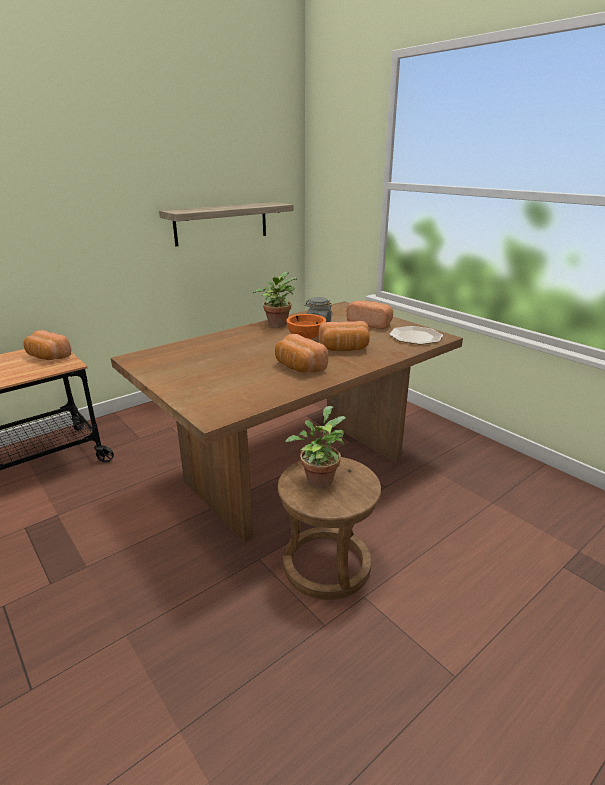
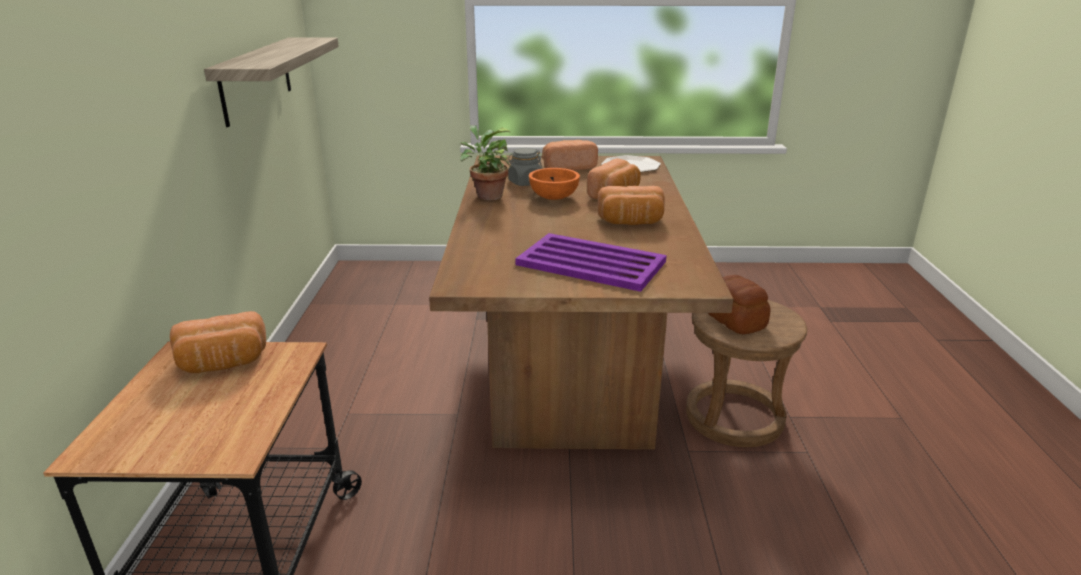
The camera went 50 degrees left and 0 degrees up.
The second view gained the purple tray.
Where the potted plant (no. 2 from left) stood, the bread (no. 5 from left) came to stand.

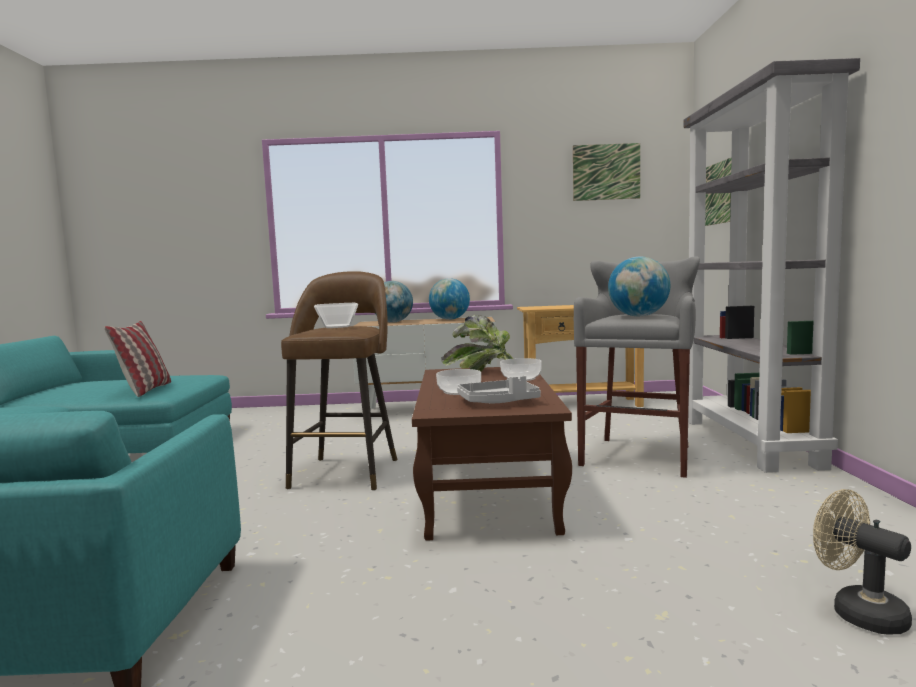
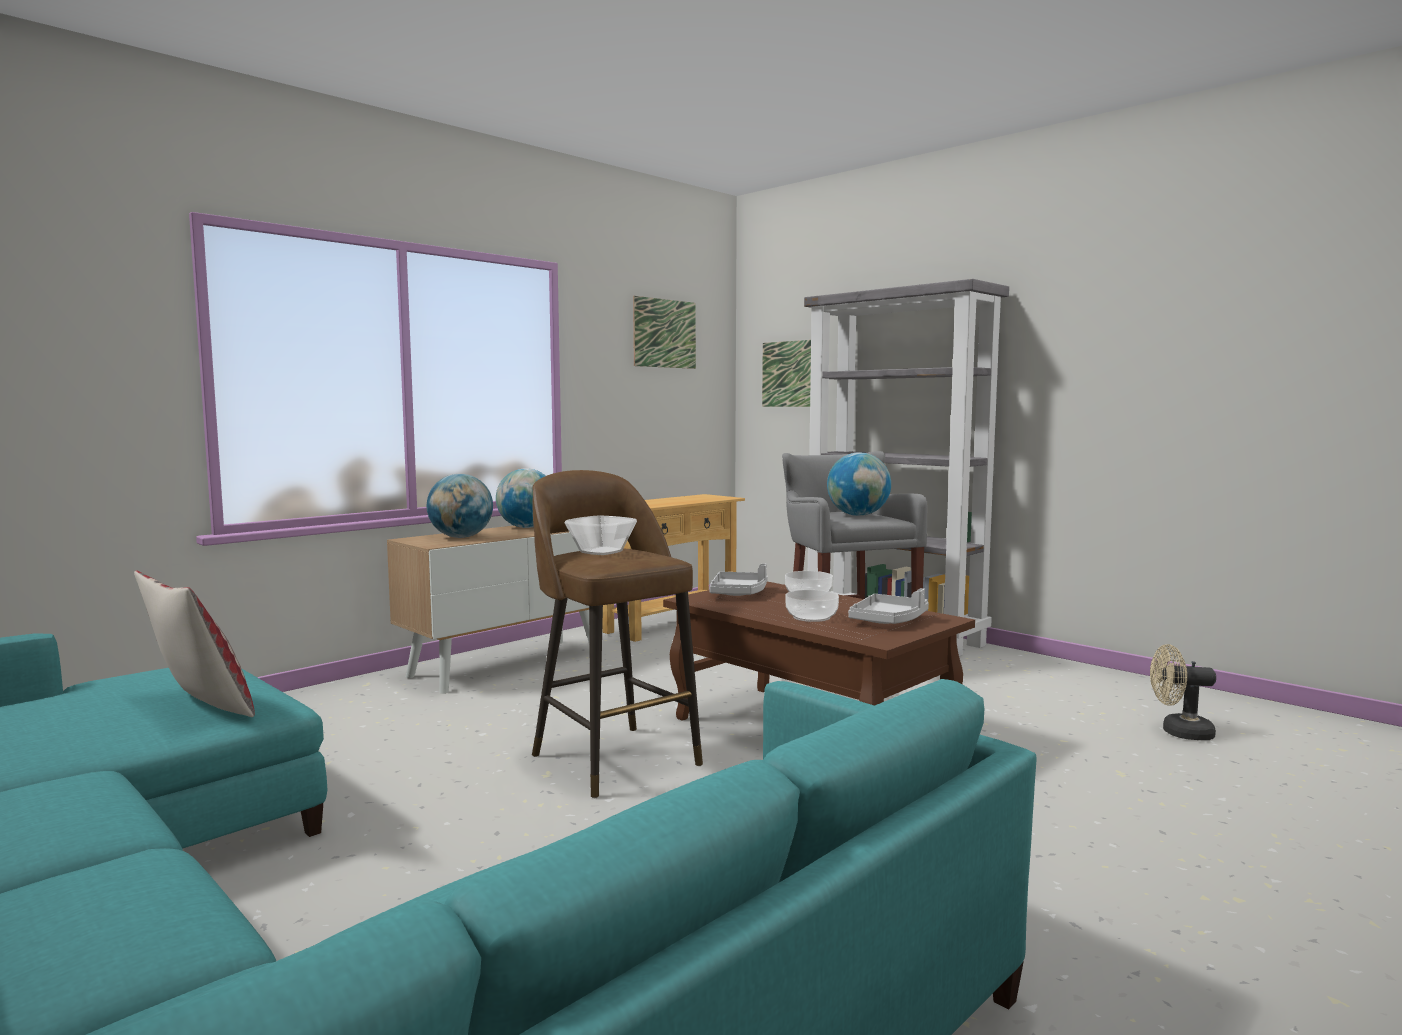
The camera went 45 degrees left and 0 degrees up.
Where the potted plant stood, the grey tray (no. 1 from left) came to stand.

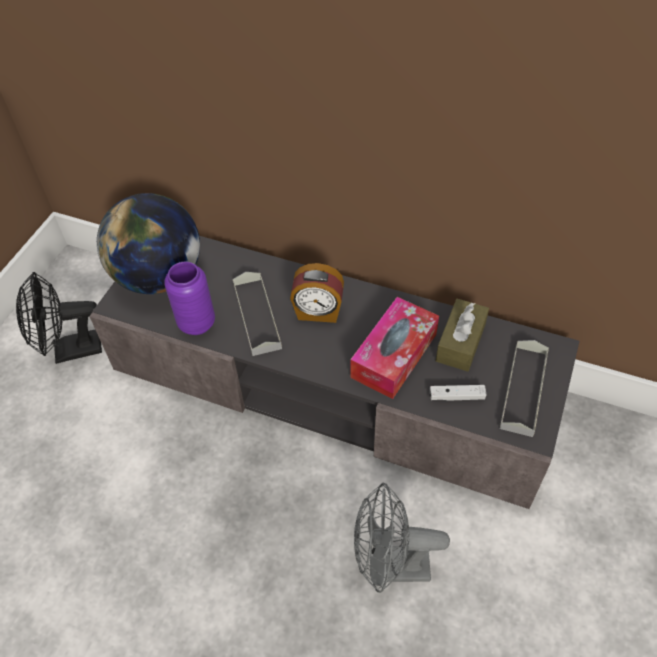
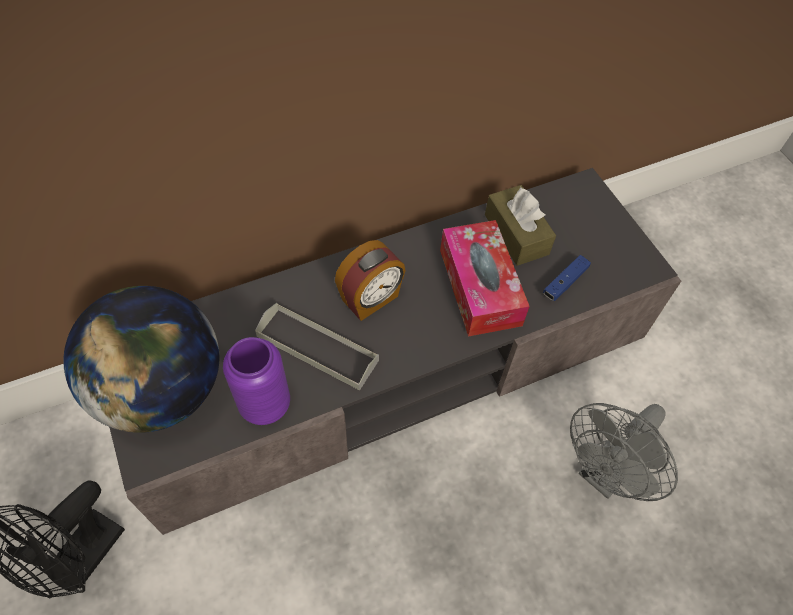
The camera went 50 degrees left and 5 degrees up.
The second view lost the grey tray (no. 2 from left).
What was the white game controller turned into the blue game controller.

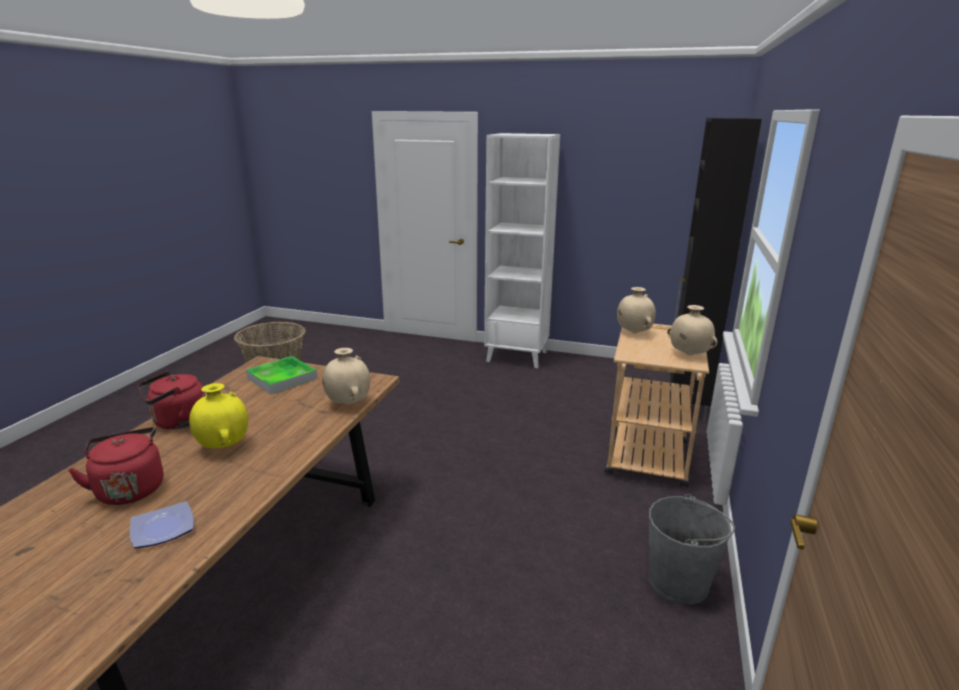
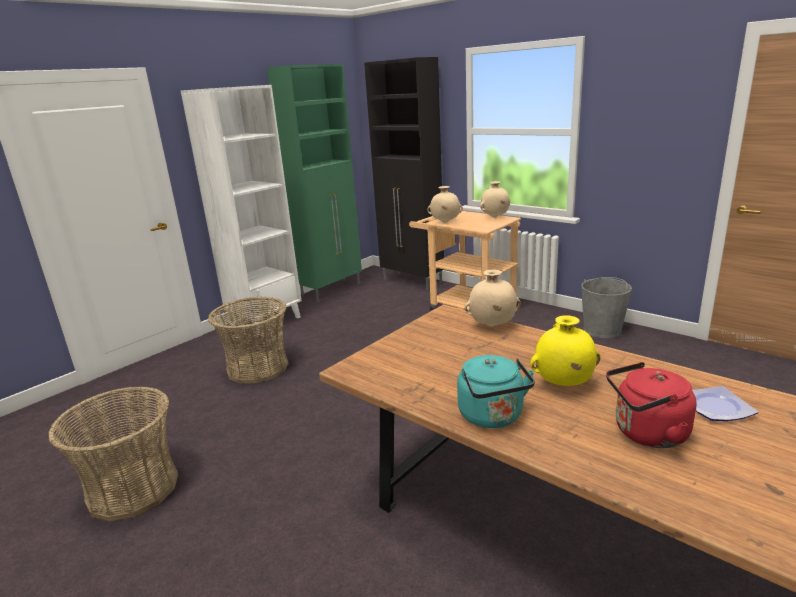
The camera went 65 degrees left and 0 degrees up.
The second view lost the tray.
The second view gained the basket (no. 2 from left).
The second view gained the green cabinet.
What was the red kettle (no. 2 from left) turned into the turquoise kettle.

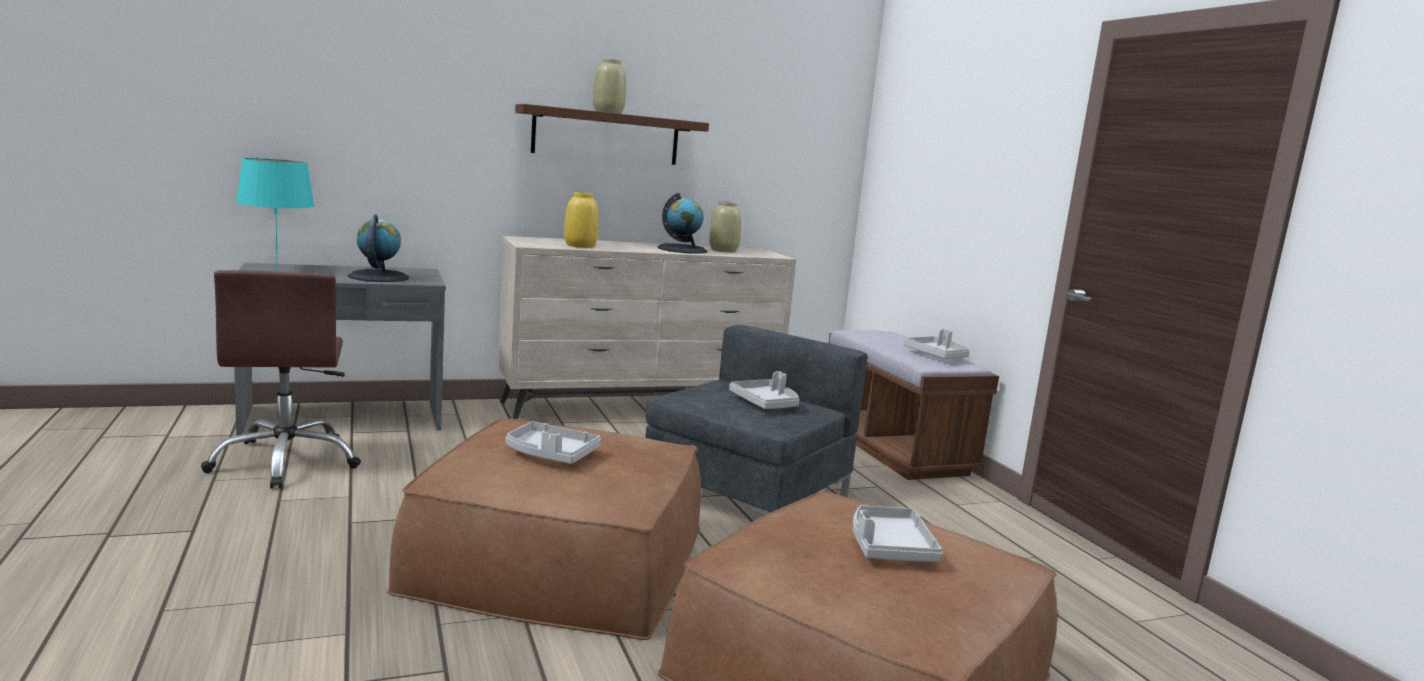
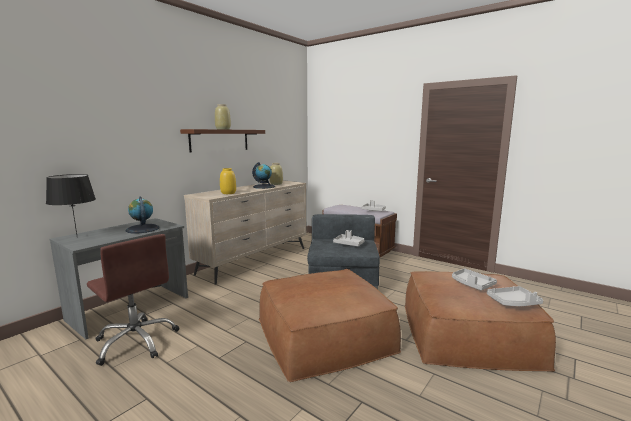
The camera went 30 degrees left and 0 degrees up.
The grey tray (no. 1 from left in the first image) ended up elsewhere.
What was the turquoise table lamp turned into the black table lamp.

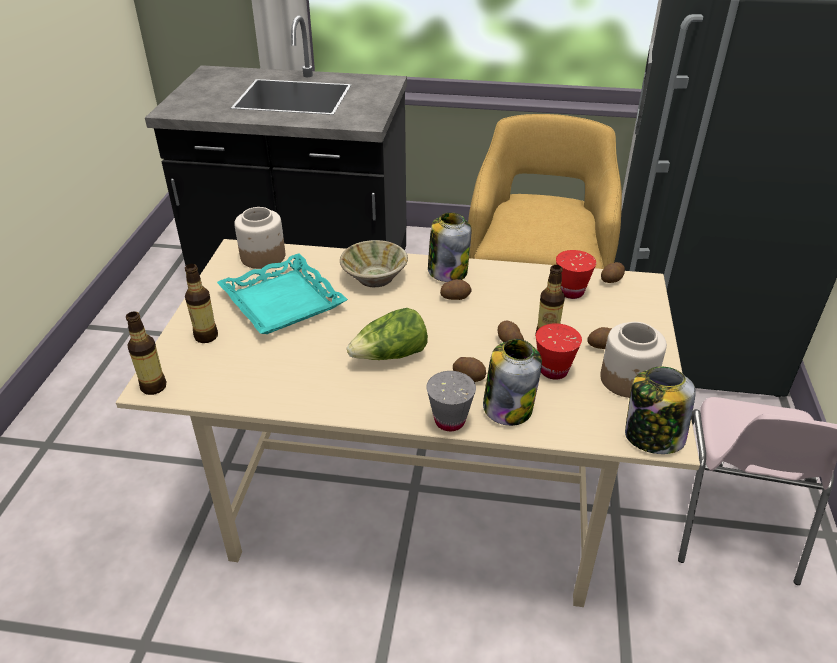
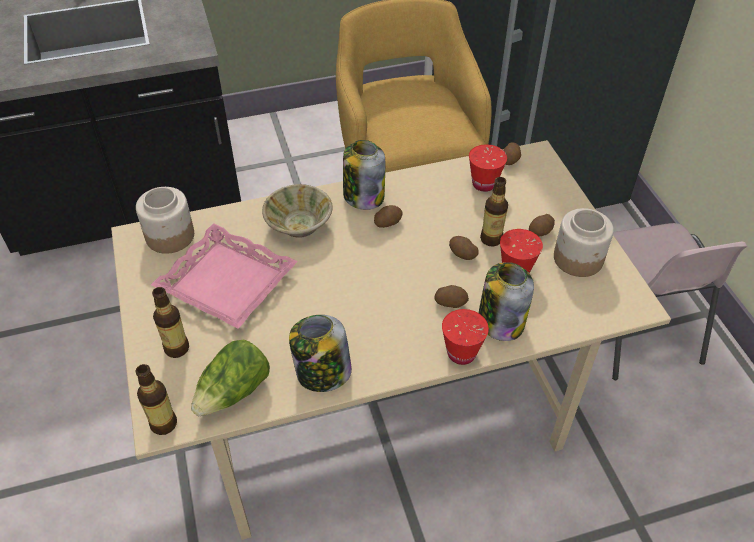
The camera went 25 degrees left and 10 degrees up.
The lettuce ended up elsewhere.
The jar (no. 5 from left in the first image) ended up elsewhere.
What was the turquoise tray turned into the pink tray.
What was the grey cup turned into the red cup (no. 1 from left).

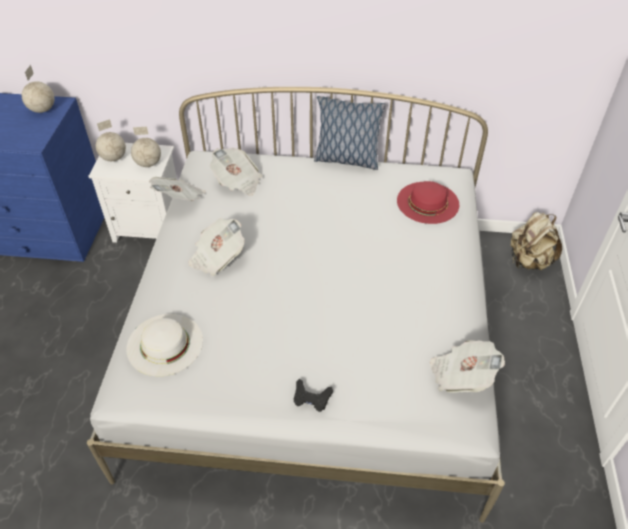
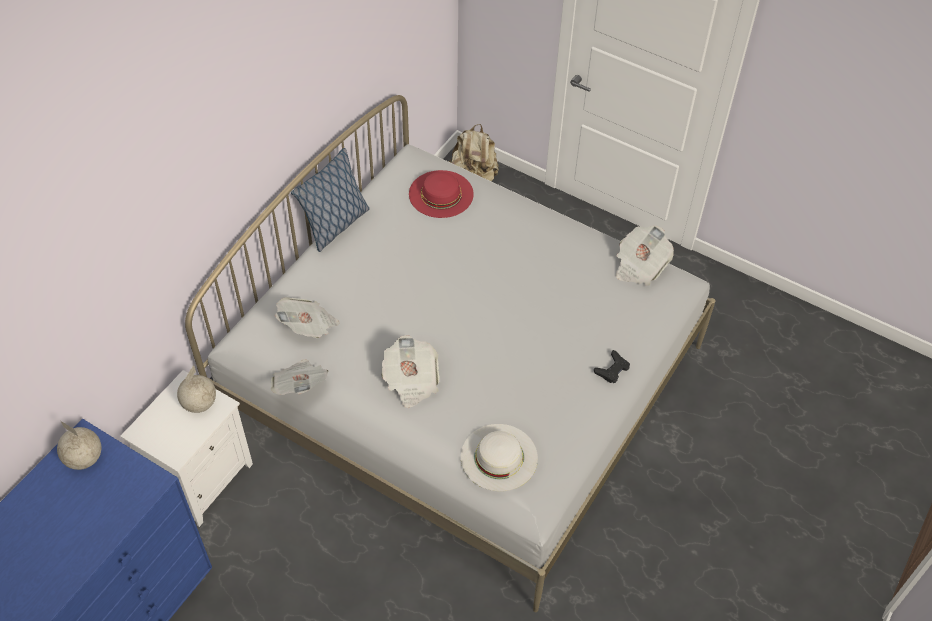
The camera went 65 degrees left and 5 degrees up.
The second view lost the globe (no. 2 from left).

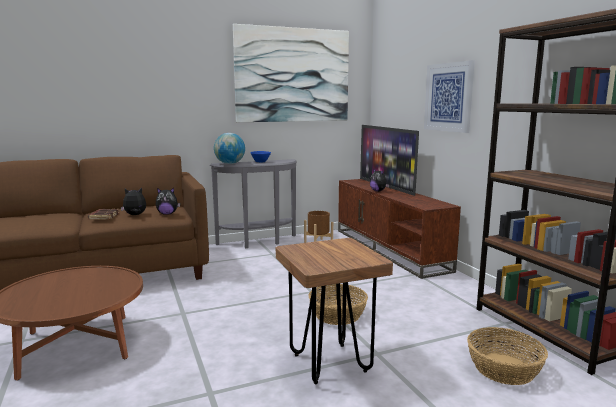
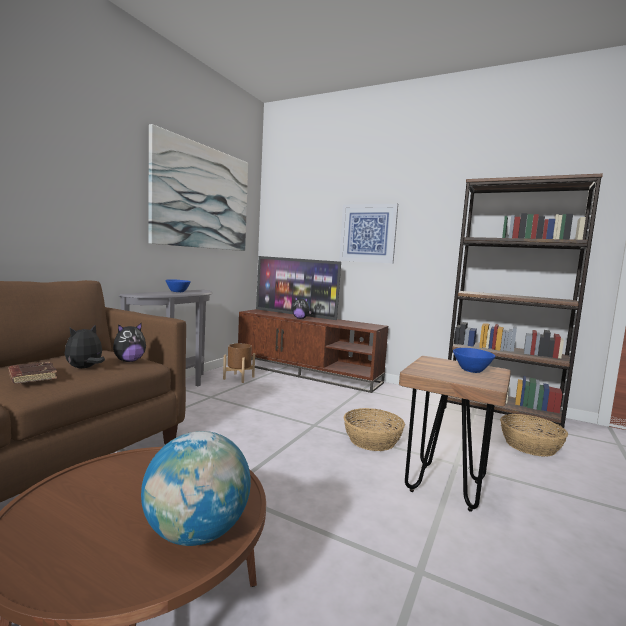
The camera went 40 degrees left and 5 degrees down.
The second view gained the blue bowl (no. 2 from left).
The globe ended up elsewhere.

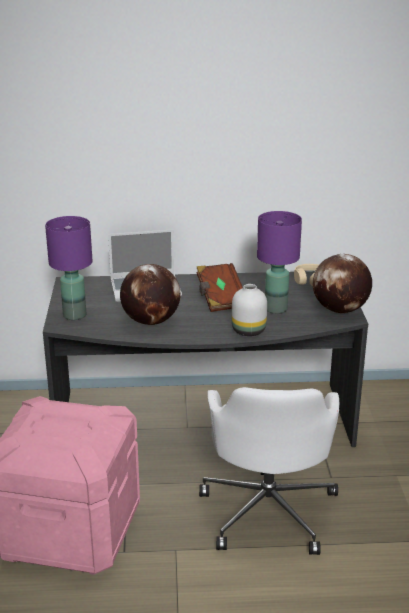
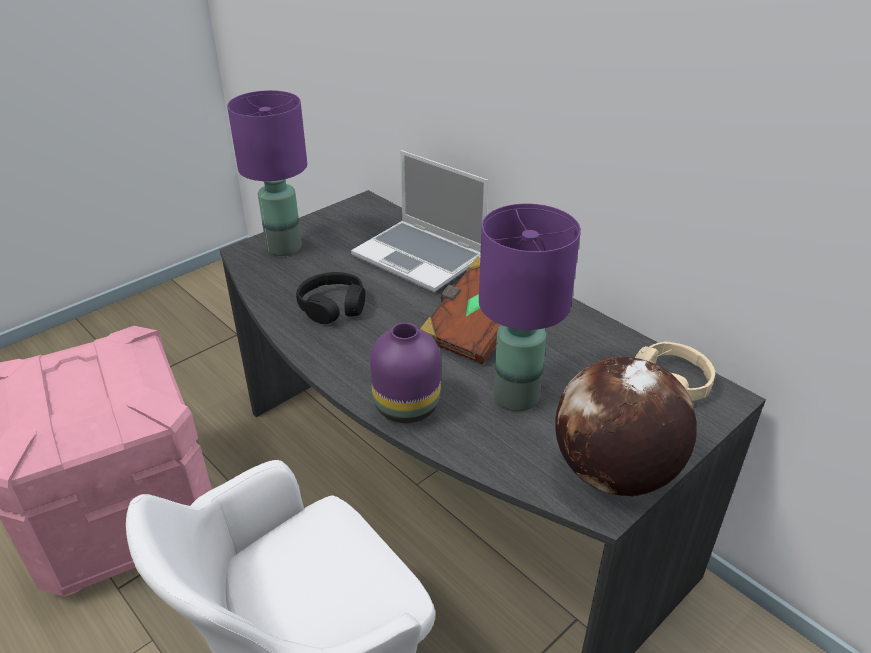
The camera went 50 degrees right and 10 degrees up.
Where the globe (no. 1 from left) stood, the black headphones came to stand.
What was the white vase turned into the purple vase.

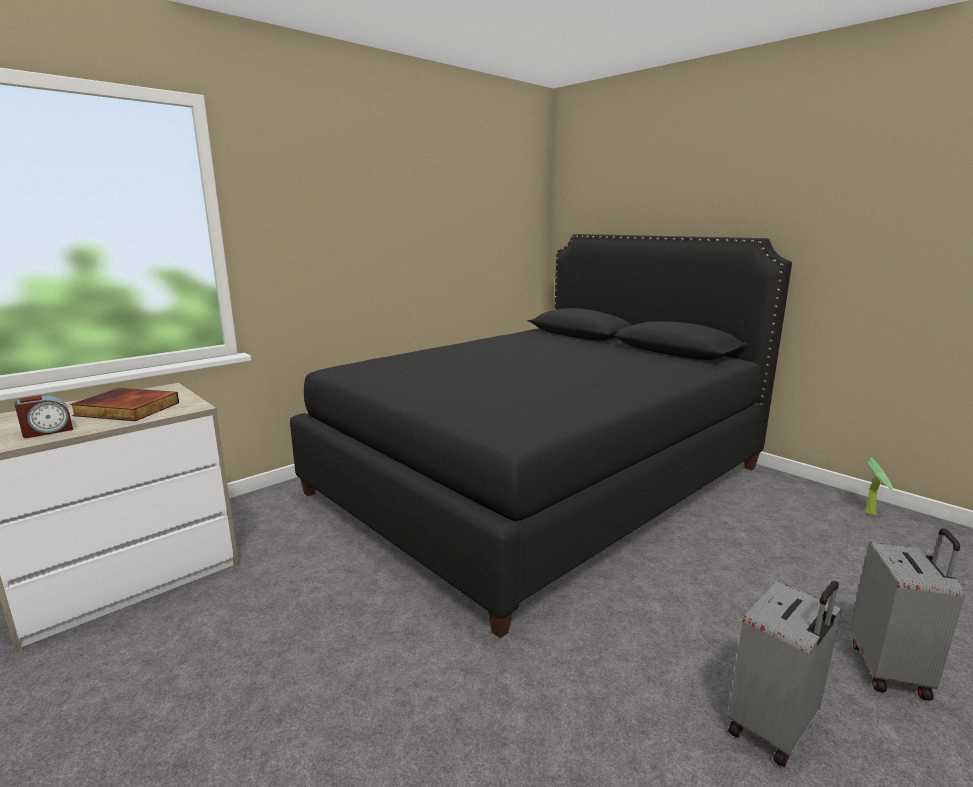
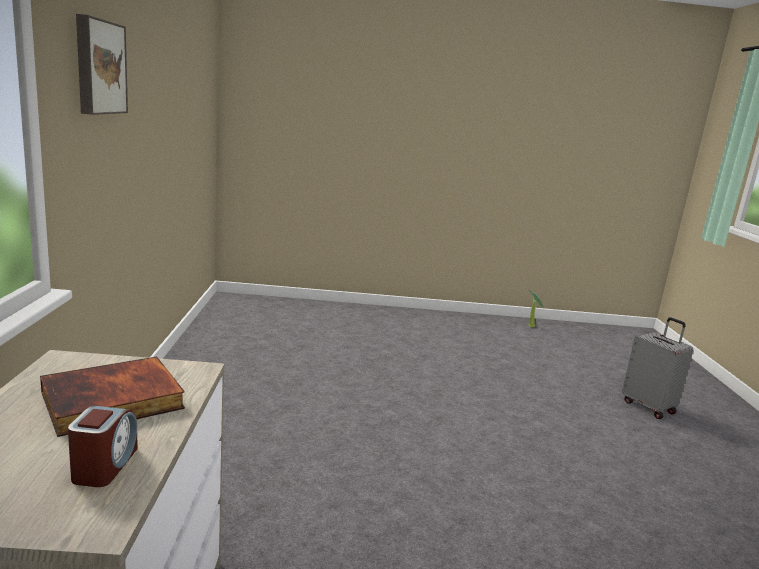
The camera went 50 degrees left and 0 degrees up.
The second view lost the black bed.
The second view lost the grey suitcase (no. 1 from left).
The second view gained the picture.

